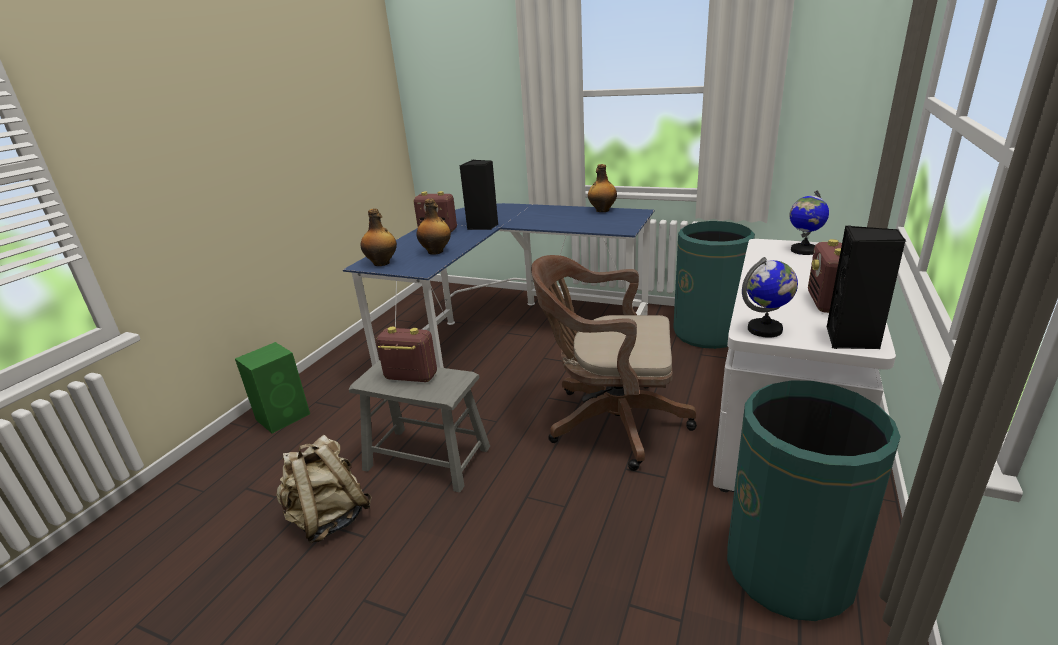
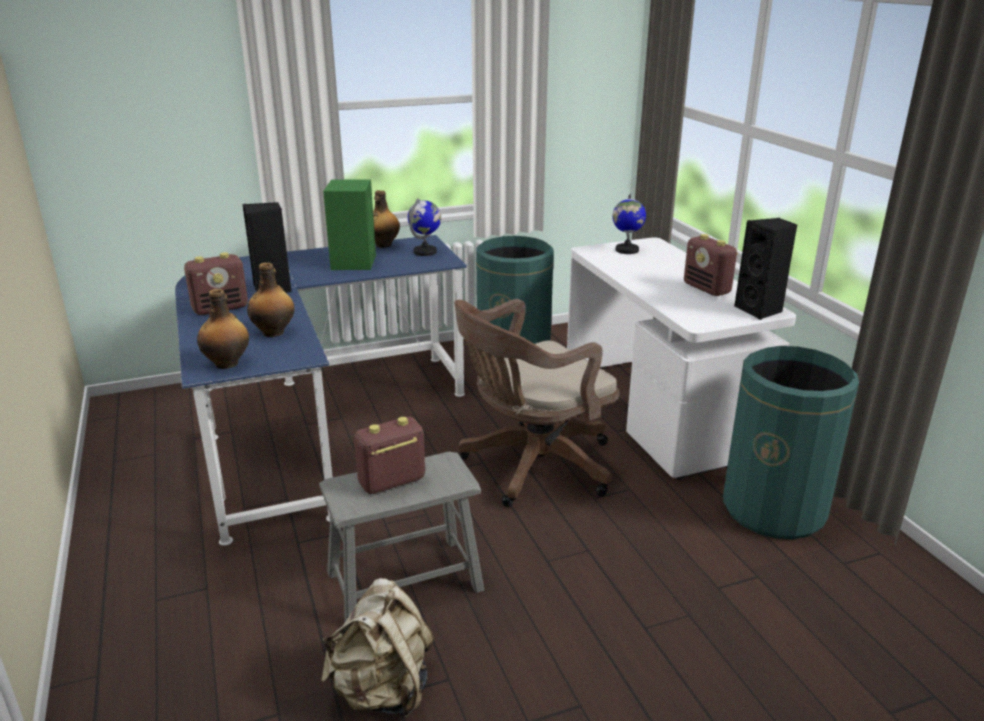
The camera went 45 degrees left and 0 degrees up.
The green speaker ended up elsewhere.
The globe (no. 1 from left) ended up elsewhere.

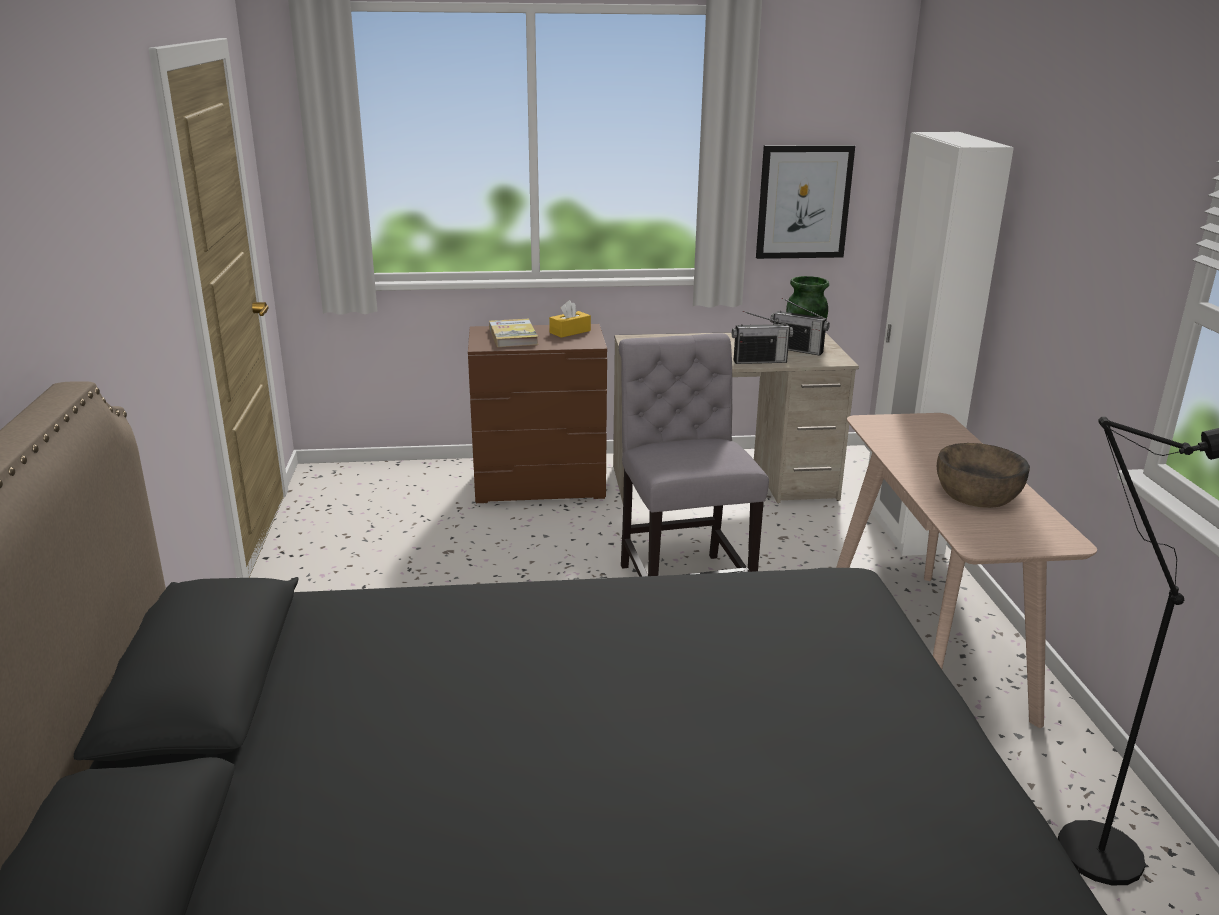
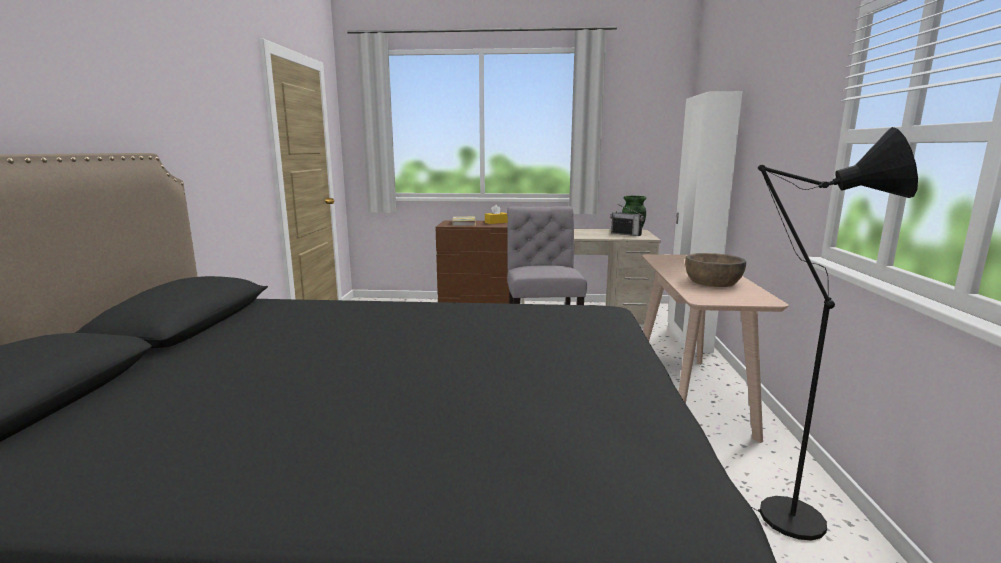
The camera went 10 degrees right and 10 degrees down.
The second view lost the radio (no. 1 from left).
The second view lost the picture.

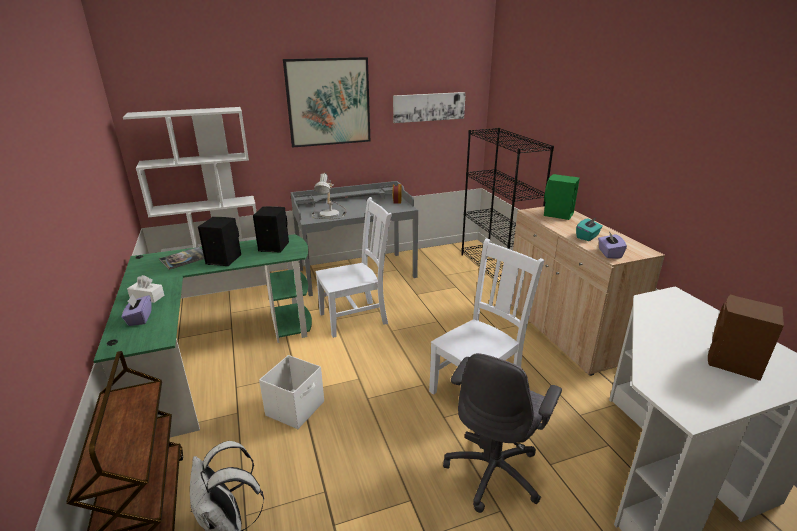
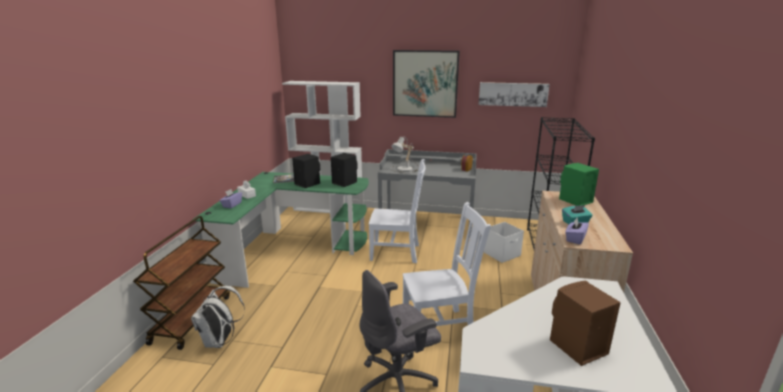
The camera went 30 degrees right and 5 degrees down.
The white storage box ended up elsewhere.

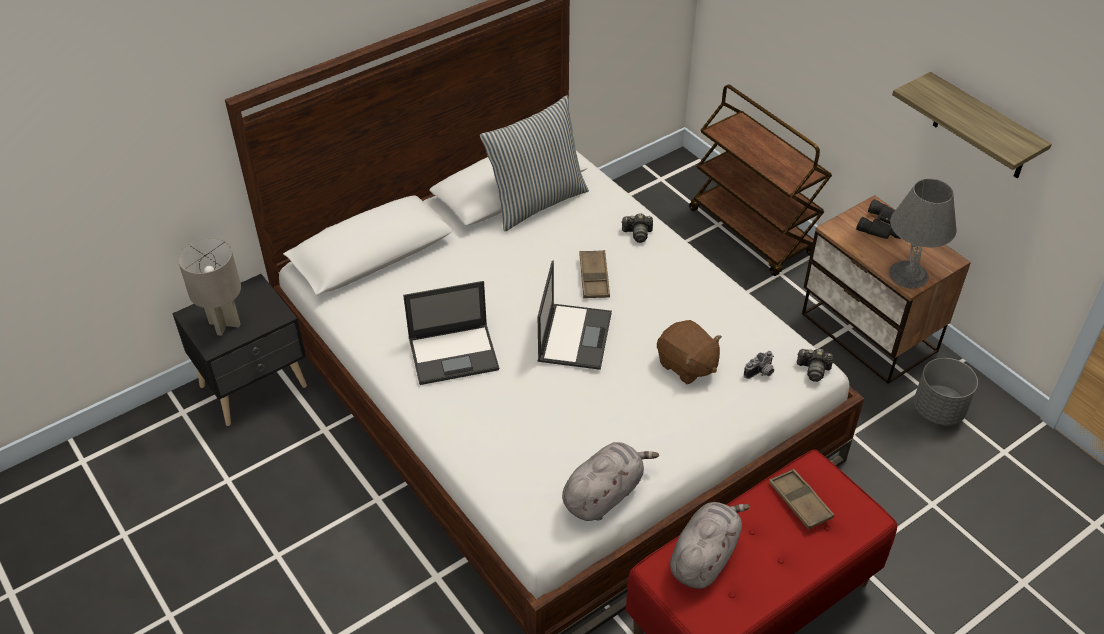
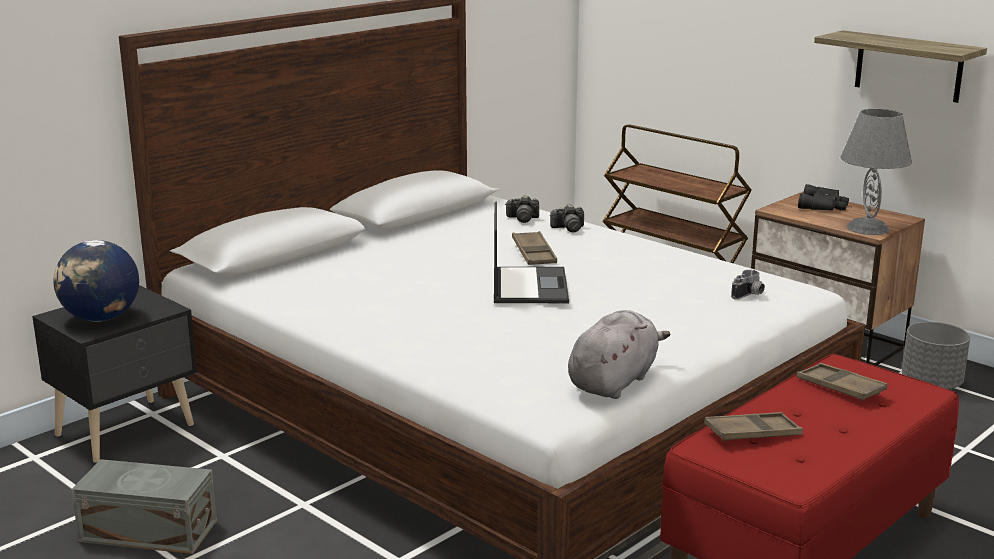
The camera went 10 degrees left and 25 degrees down.
The second view lost the laptop (no. 1 from left).
The second view lost the pillow.
The second view lost the brown plush toy.
The second view gained the grey storage box.
The photo camera (no. 3 from left in the first image) ended up elsewhere.
Where the grey table lamp (no. 1 from left) stood, the globe came to stand.
Where the grey plush toy (no. 2 from left) stood, the brown tray (no. 2 from left) came to stand.

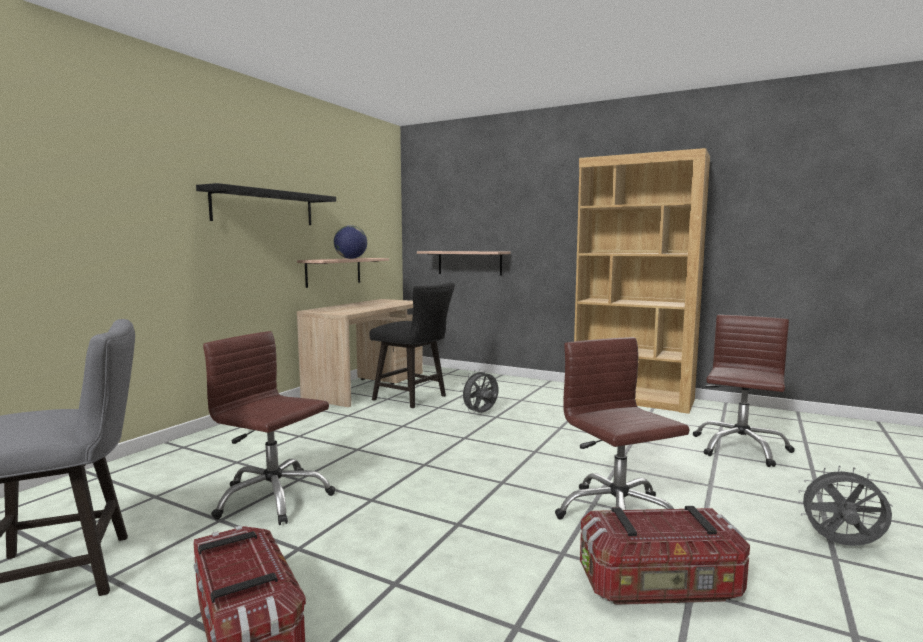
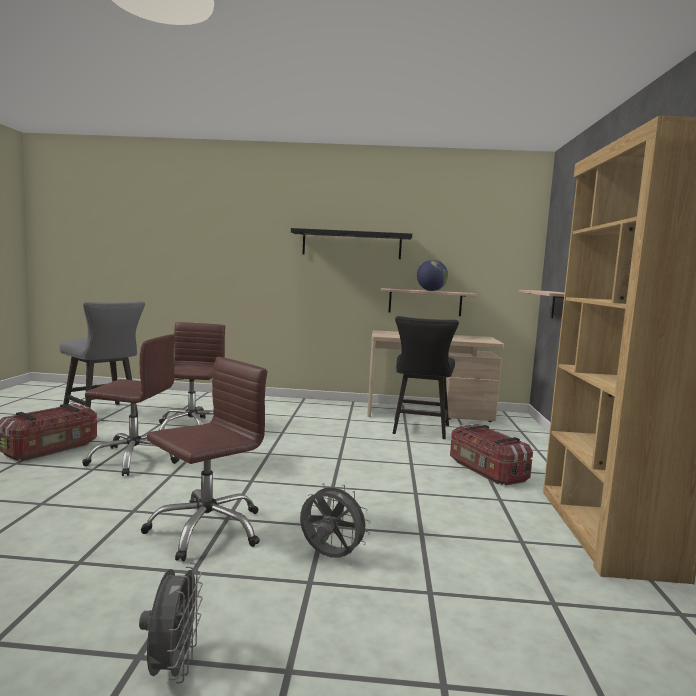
The camera went 65 degrees right and 0 degrees up.
The grey fan (no. 1 from left in the first image) ended up elsewhere.
The storage box (no. 2 from left) ended up elsewhere.
The brown office chair (no. 3 from left in the first image) ended up elsewhere.

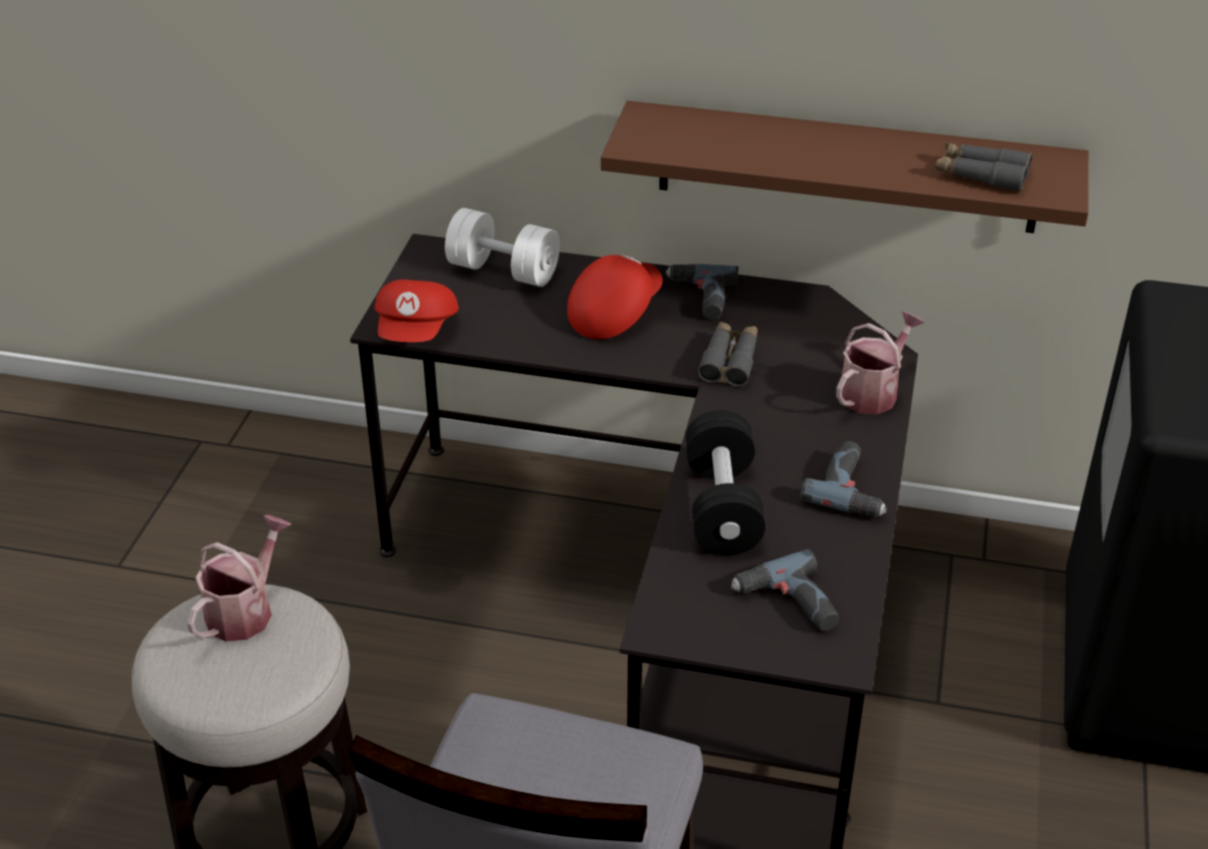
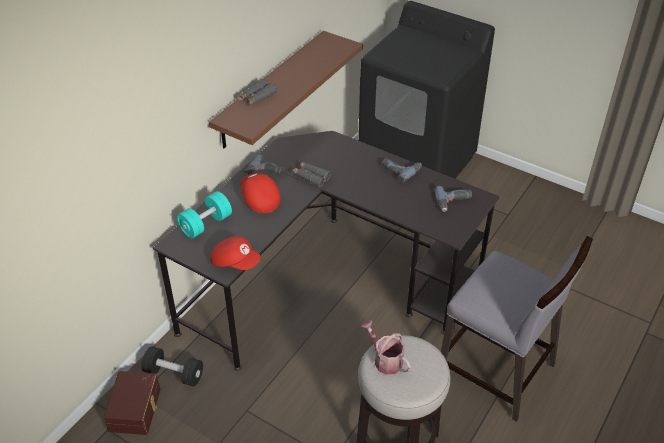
The camera went 70 degrees left and 5 degrees up.
The second view lost the watering can (no. 2 from left).
The second view gained the brown storage box.
The black dumbbell ended up elsewhere.
The grey binoculars (no. 2 from left in the first image) ended up elsewhere.
What was the white dumbbell turned into the turquoise dumbbell.

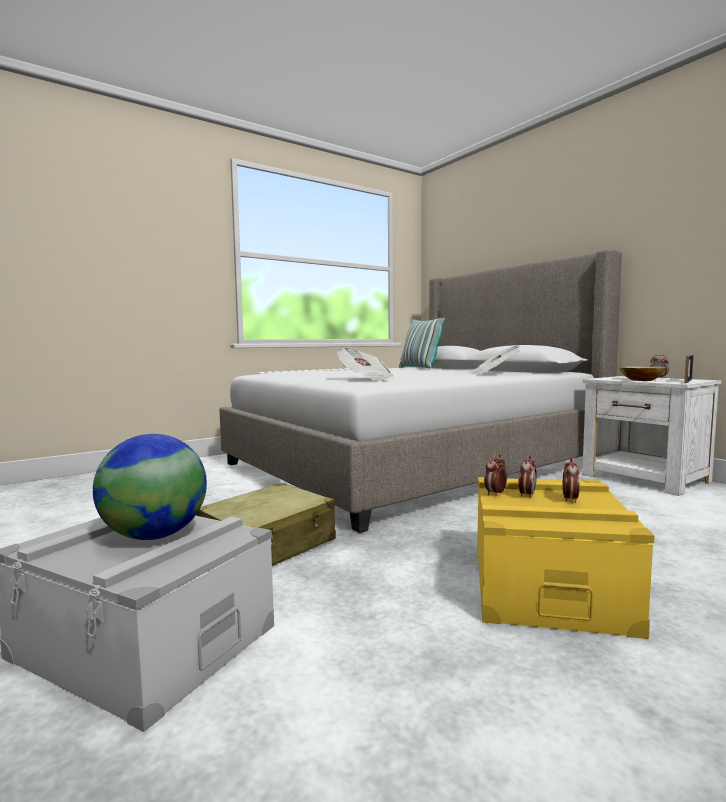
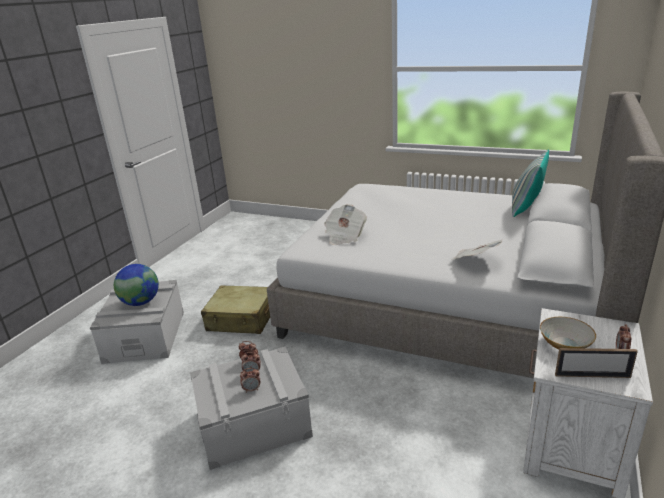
The camera went 60 degrees right and 20 degrees up.
What was the yellow storage box turned into the grey storage box (no. 2 from left).

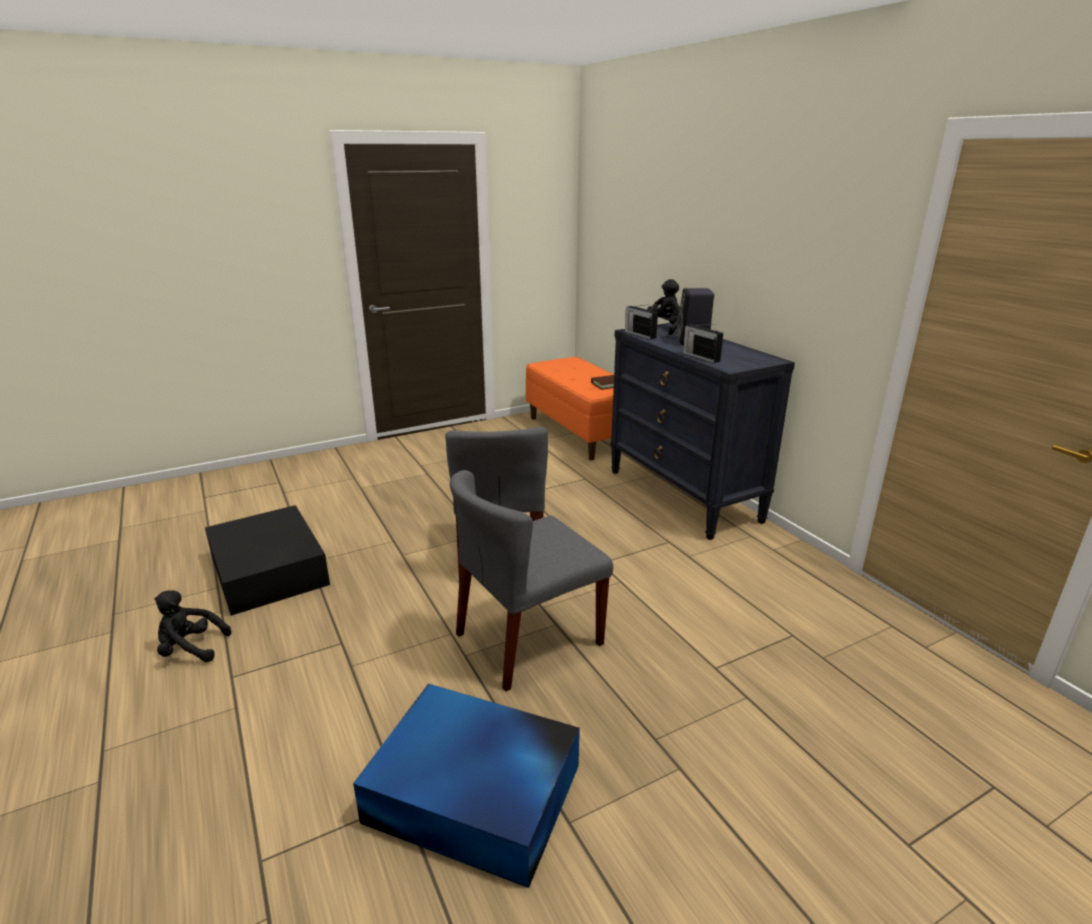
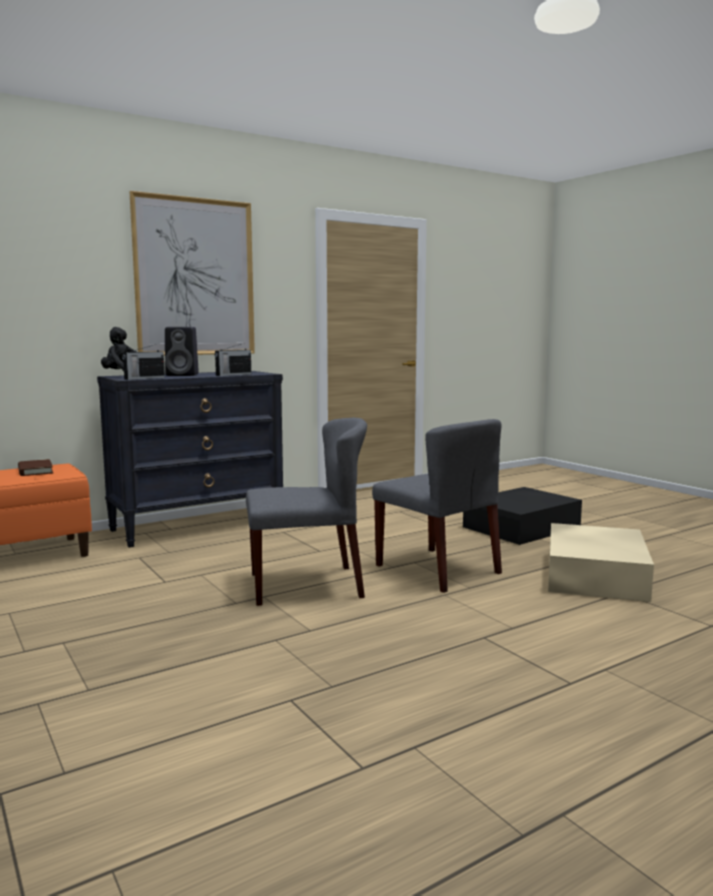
The camera went 95 degrees left and 15 degrees down.
The second view lost the black plush toy (no. 1 from left).
The second view gained the picture.
The black storage box ended up elsewhere.
What was the blue storage box turned into the beige storage box.

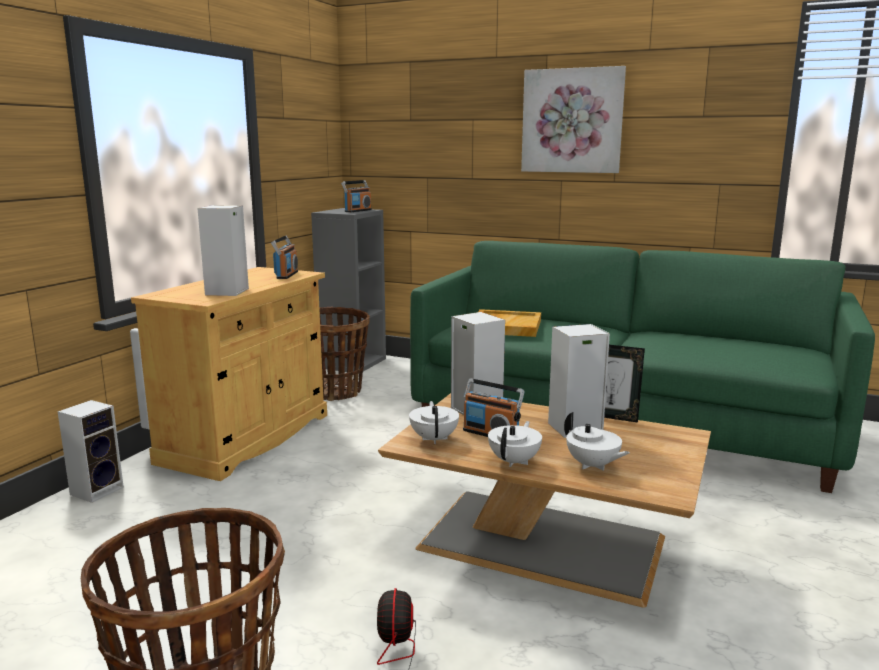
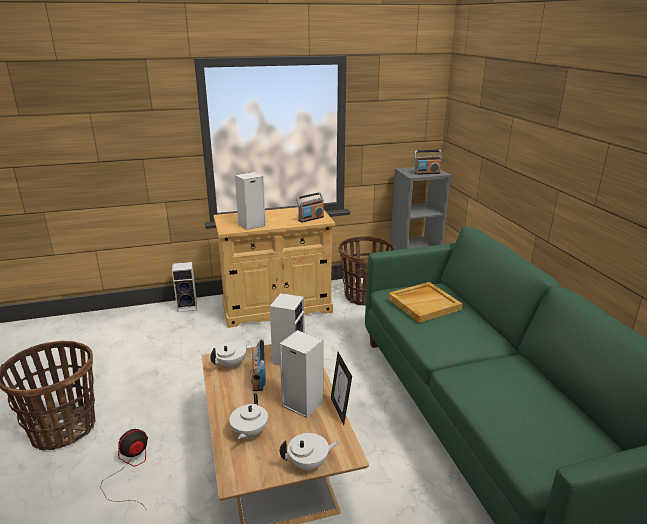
The camera went 50 degrees right and 10 degrees up.
The second view lost the picture.
The white teapot (no. 2 from left in the first image) ended up elsewhere.

